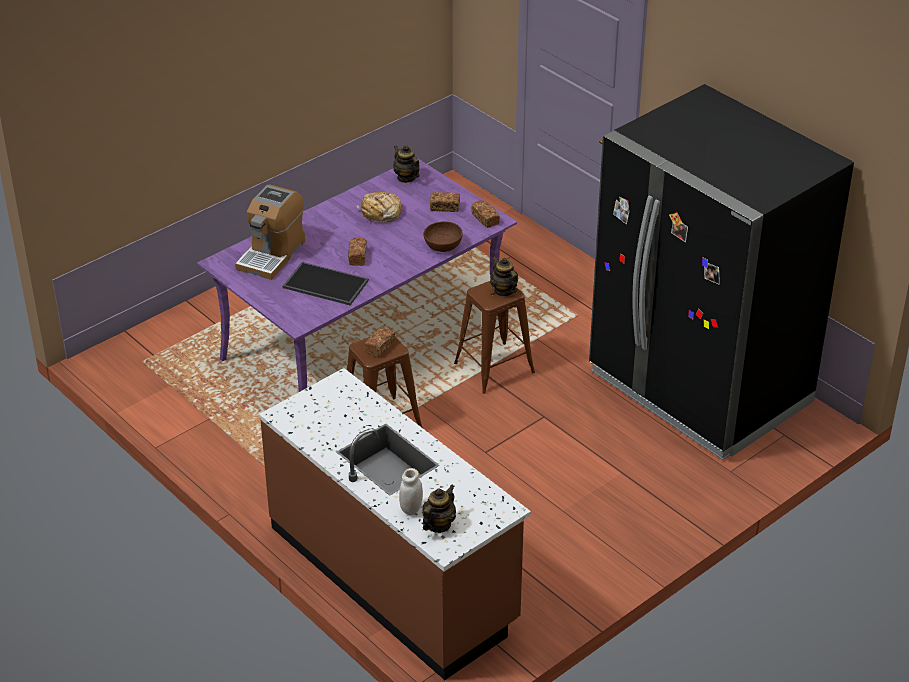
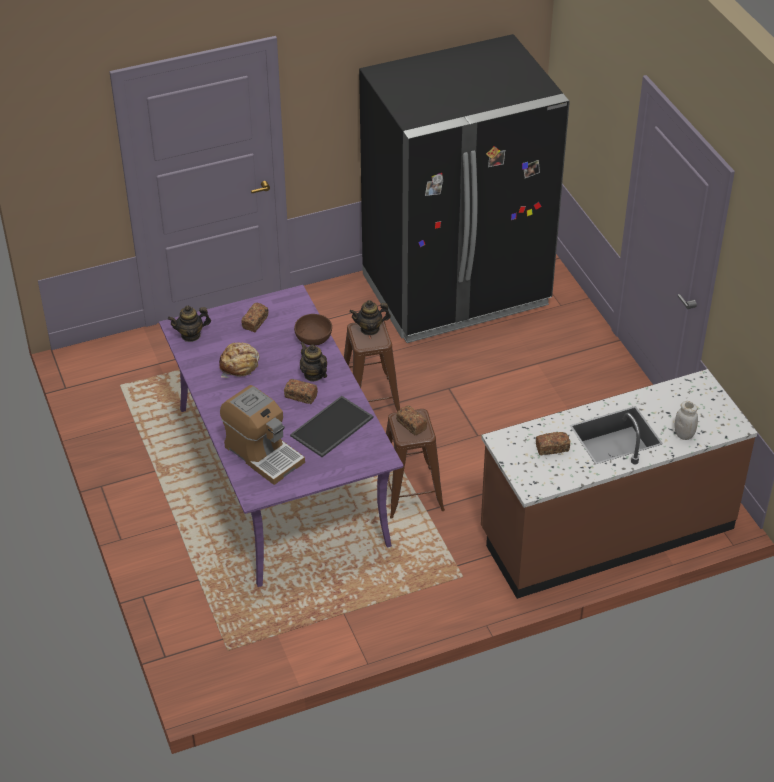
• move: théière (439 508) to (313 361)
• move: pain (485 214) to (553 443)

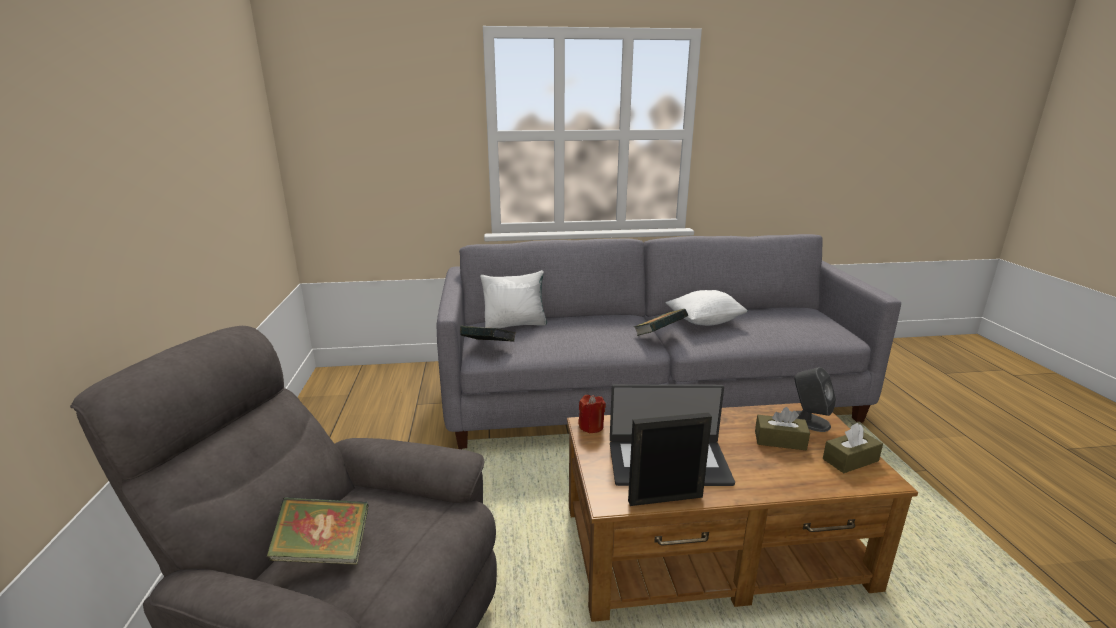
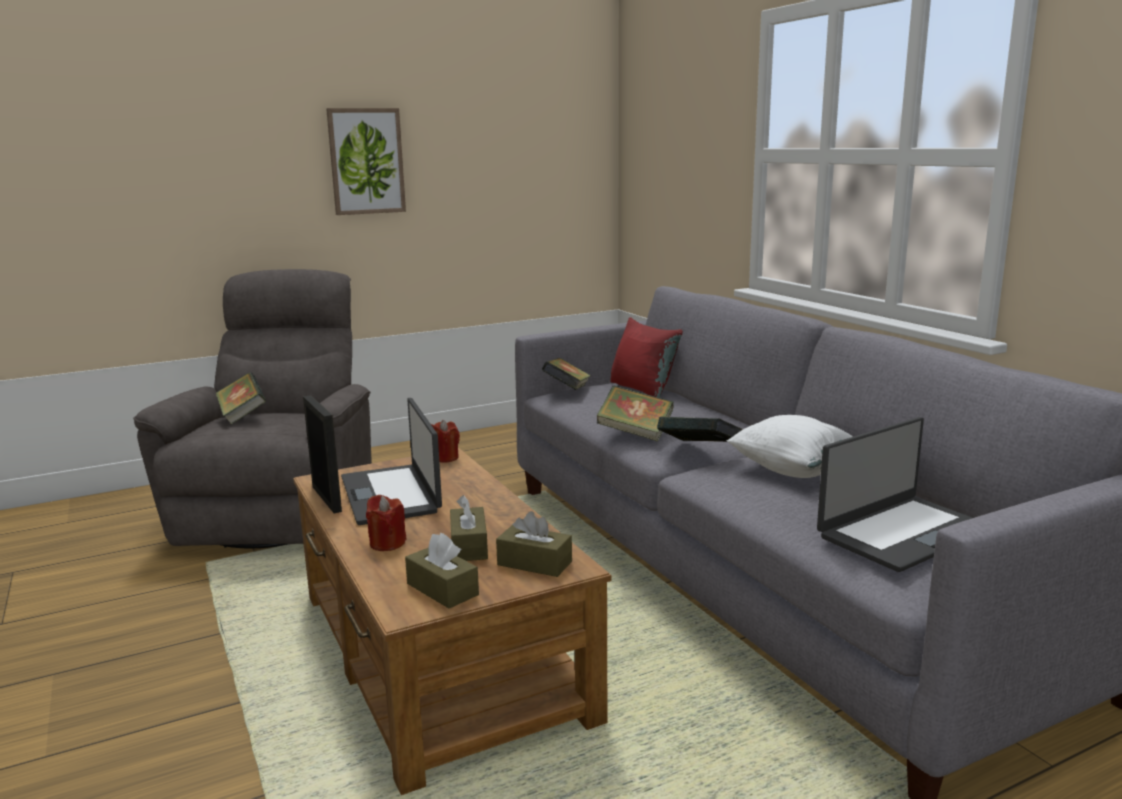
• insert: tableau (366 161)
• insert: bougie/rouge (386 523)
• replace: enceinte/gris (815 399) to boîte à mouchoirs/marron (534 544)
• insert: livre (635 413)
• recolor: coussin/blanc (513 299) to coussin/rouge (646 357)
• insert: ordinateur portable (895 494)

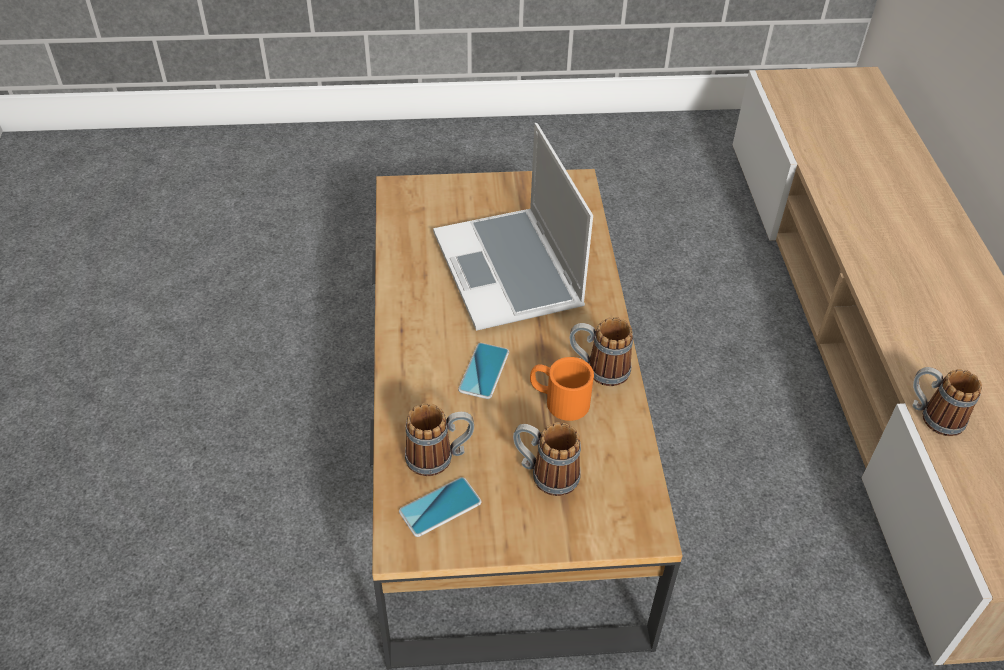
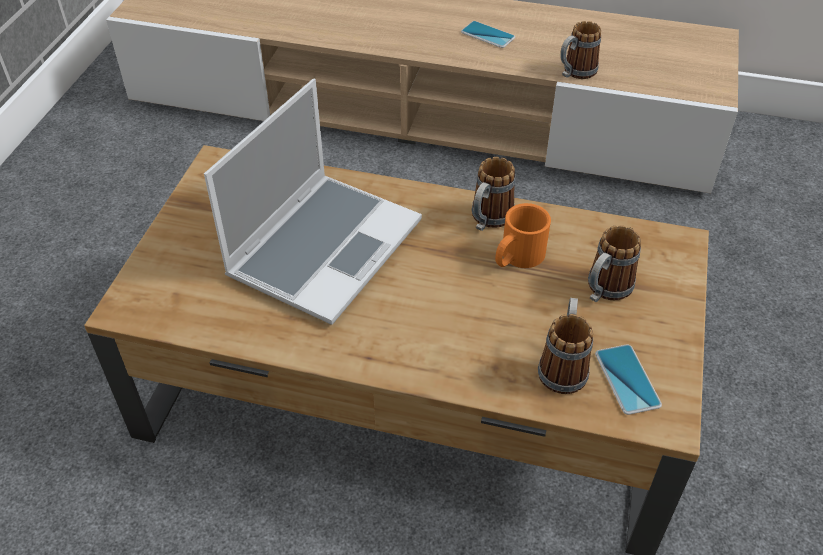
• rotate: ordinateur portable (513 227) = (313 202) 60 degrees counterclockwise
• move: téléphone (483 371) to (488 34)

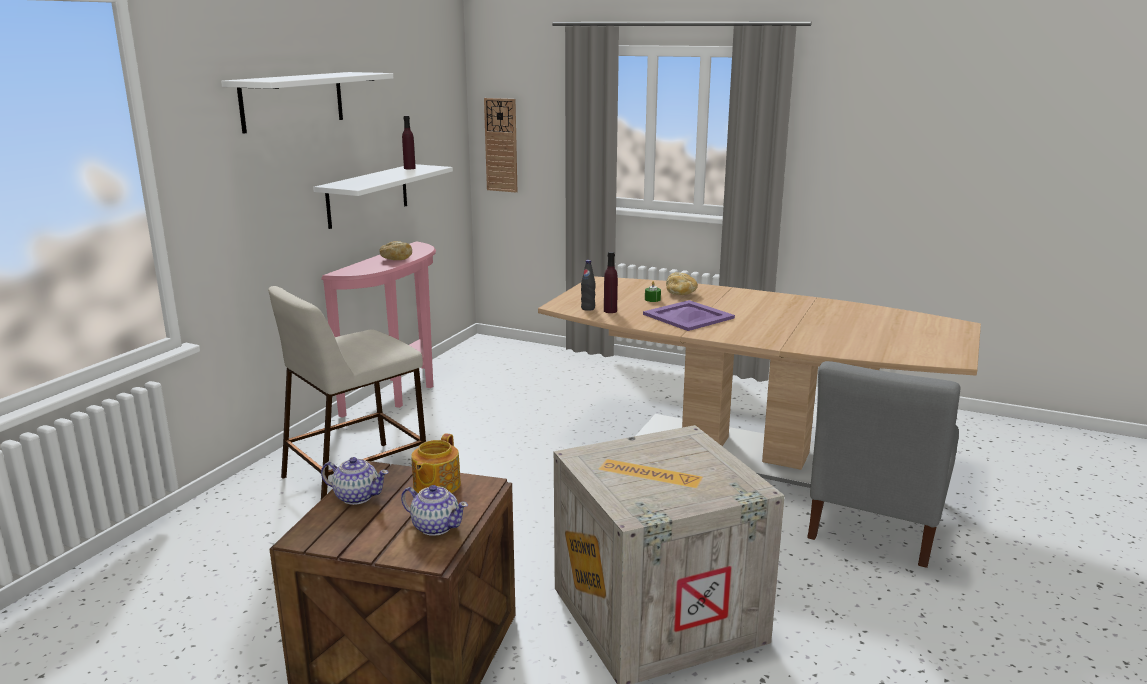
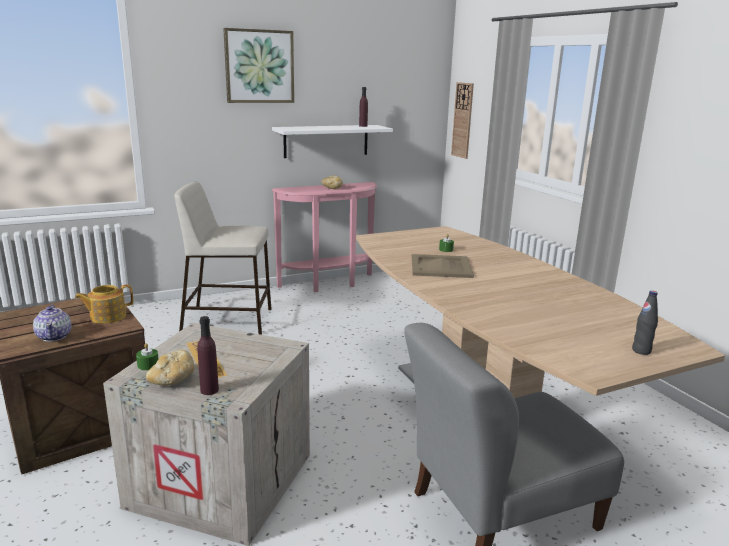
• insert: bougie/vert (147 356)
• move: pain (682 283) to (170 368)
• move: bouteille/violet (611 282) to (208 355)
• replace: étagère/blanc (307 103) to tableau (258 65)
• recolor: plateau/violet (689 315) to plateau/beige (443 266)
• move: bouteille/noir (588 285) to (645 323)
• delete: théière (355 481)

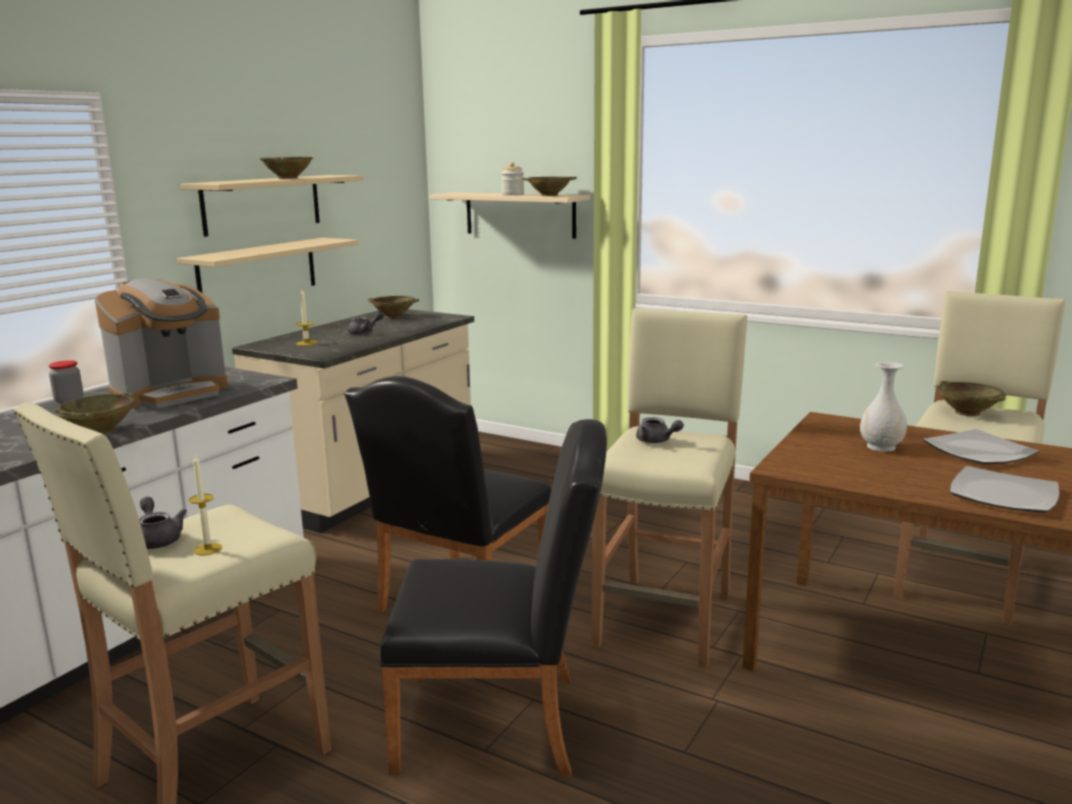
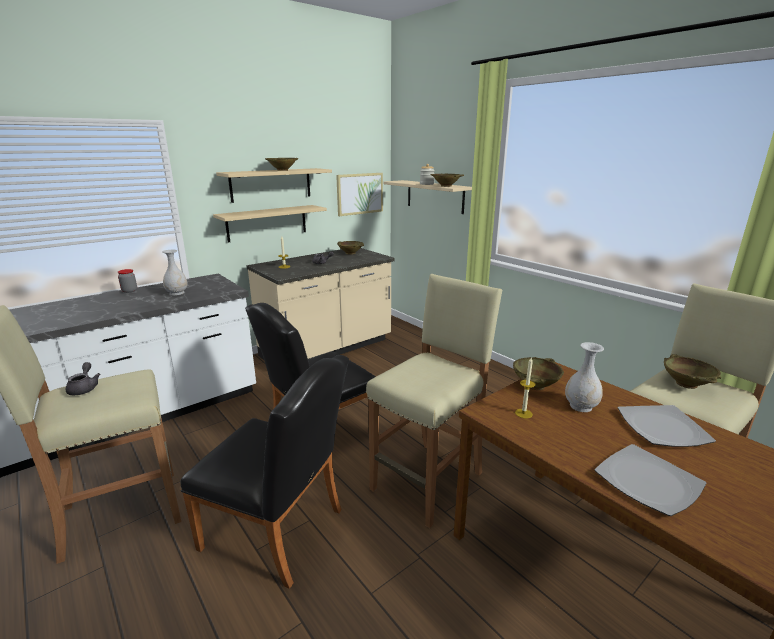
• replace: machine à café (161 343) to vase/blanc (174 273)
• insert: tableau (359 194)
• move: bol/beige (96 413) to (538 373)
• move: bougie (205 505) to (525 388)
• delete: théière/gris (660 430)

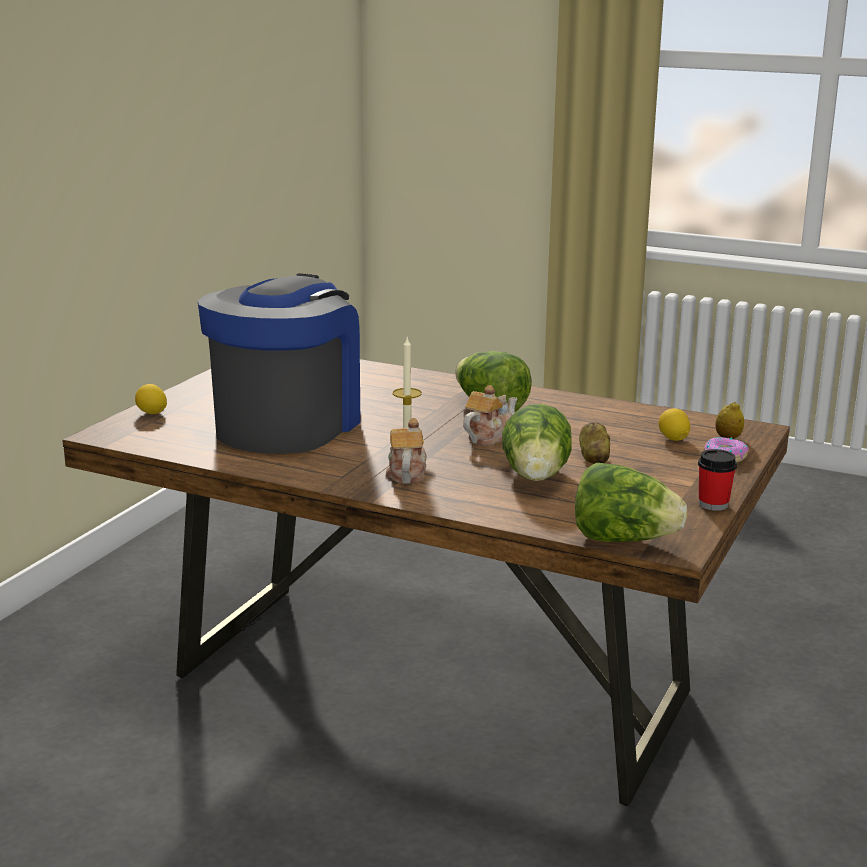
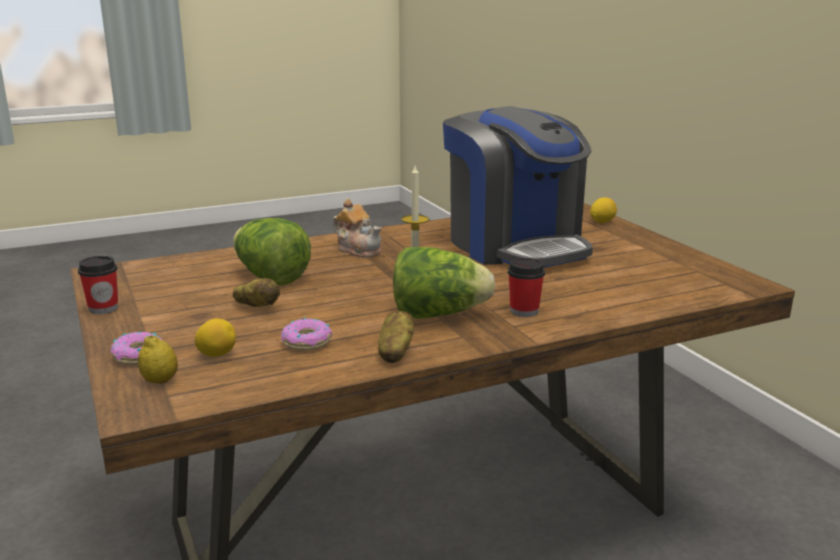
• insert: beignet (306 334)
• insert: pomme de terre (396 337)
• insert: tasse (526 287)
• delete: théière (490 415)
• delete: laitue (631 502)

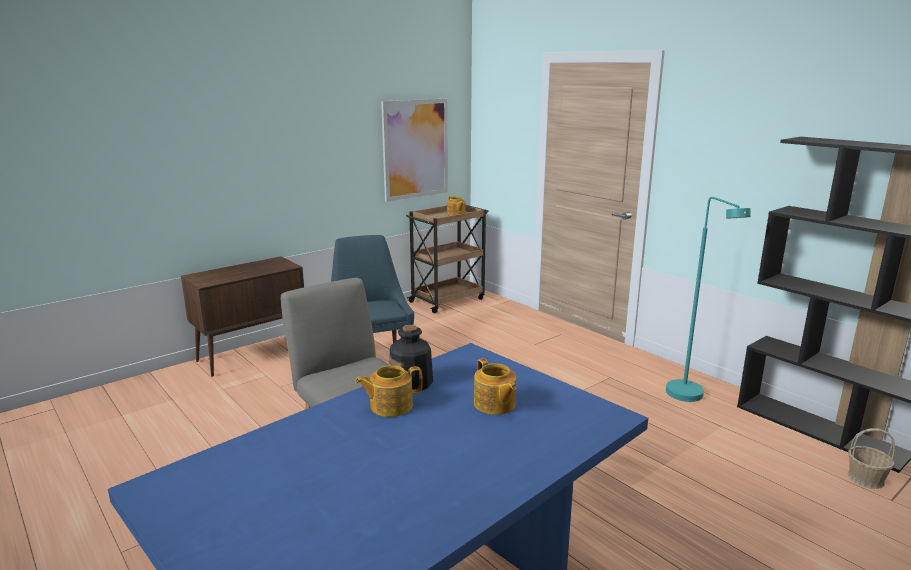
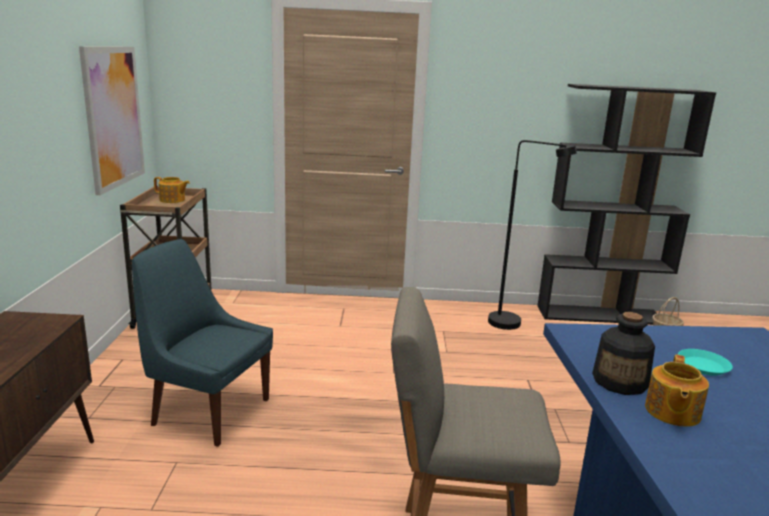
• recolor: lampadaire/turquoise (708 299) to lampadaire/noir (532 235)
• replace: théière (495 386) to assiette/turquoise (705 362)

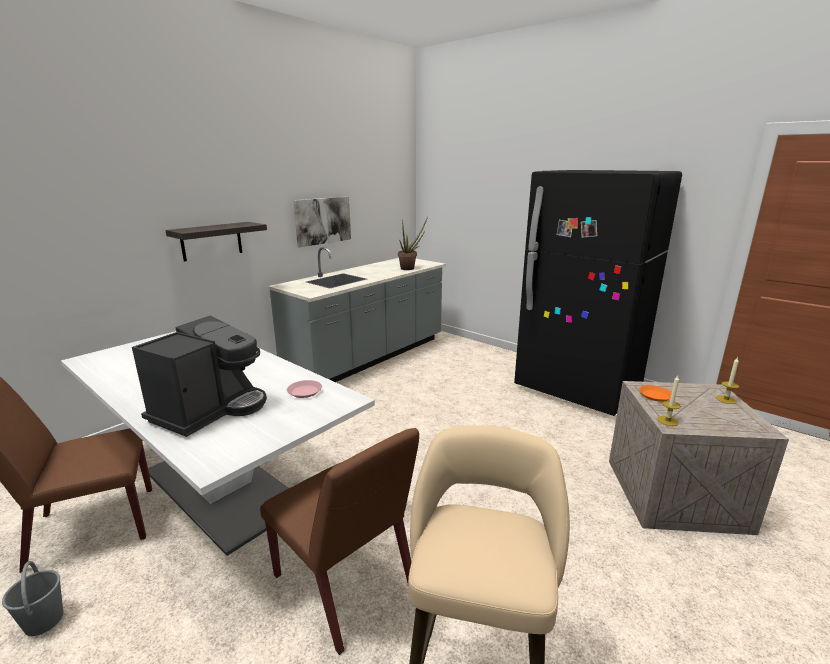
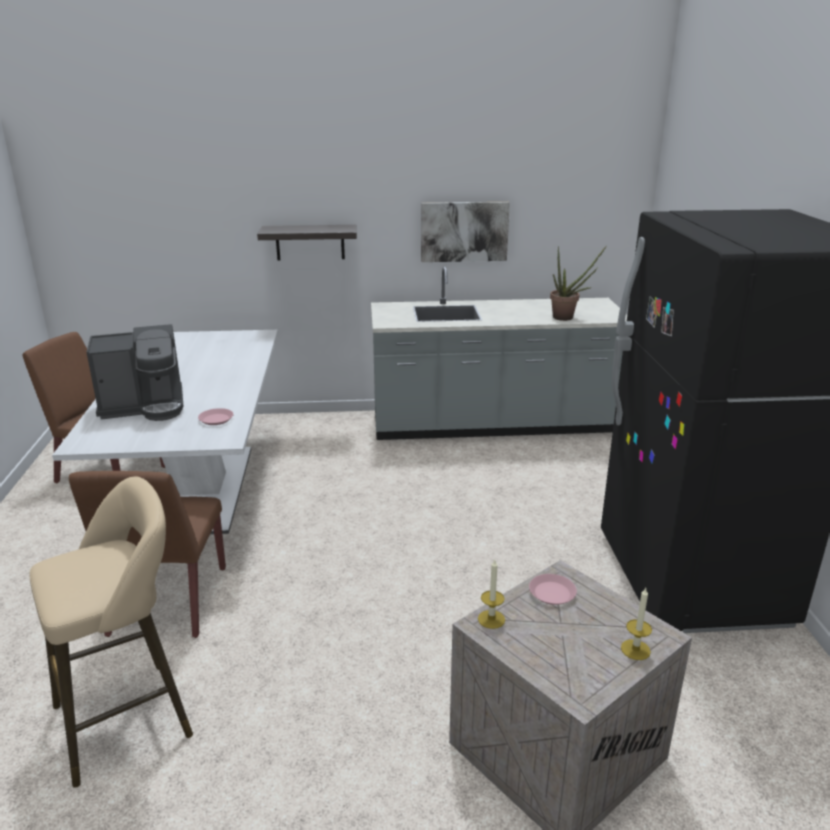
• recolor: assiette/orange (655 393) to assiette/rose (553 589)
• delete: seau/gris (32 598)

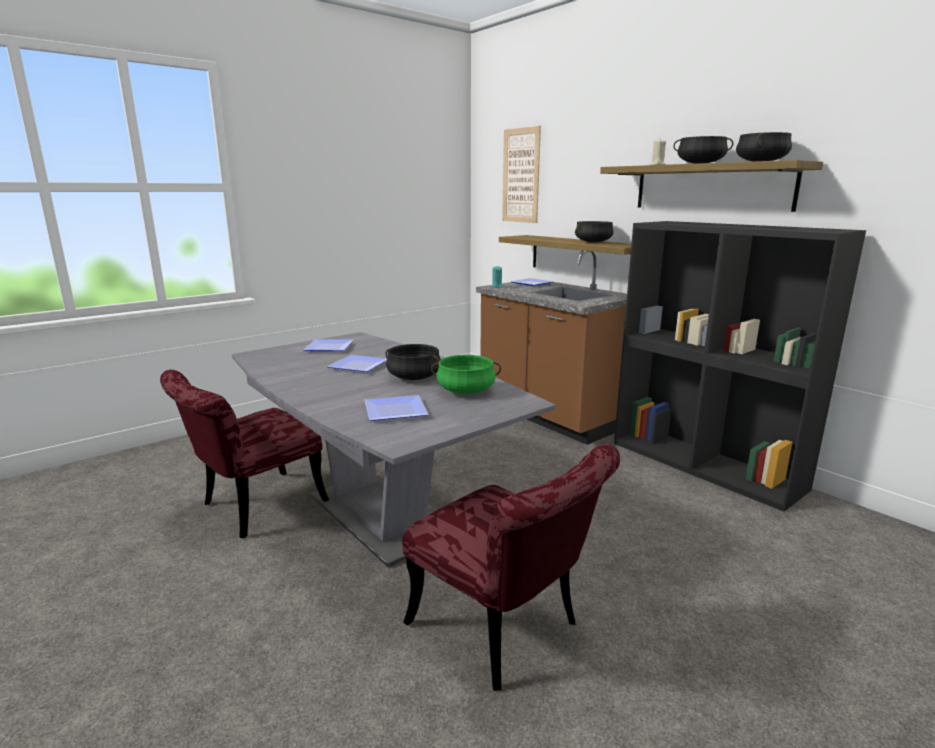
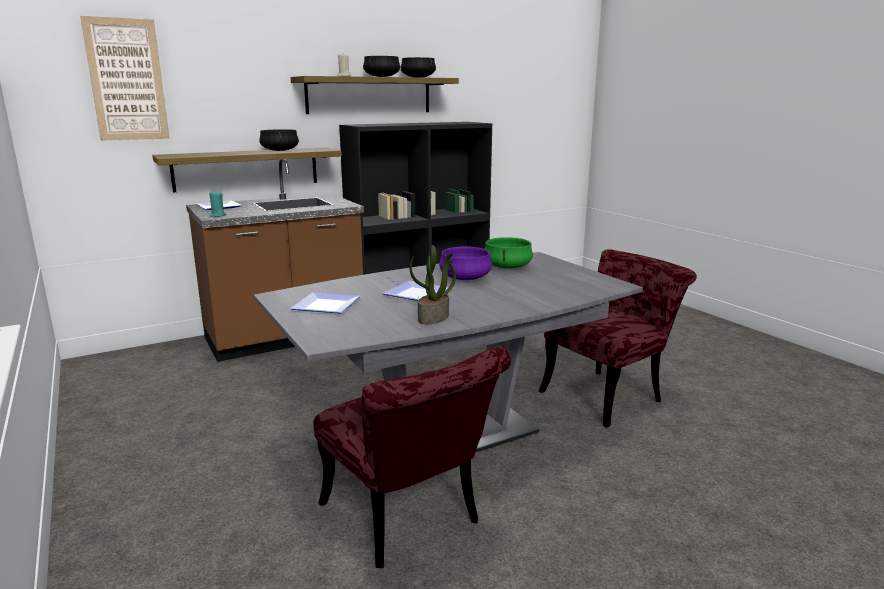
• insert: plante en pot (432 284)
• recolor: marmite/noir (413 362) to marmite/violet (465 263)
• delete: assiette (397 408)

